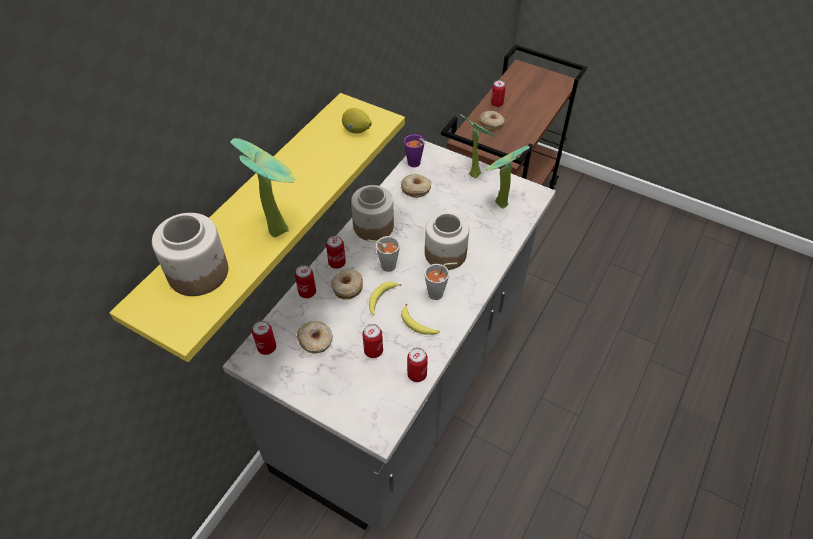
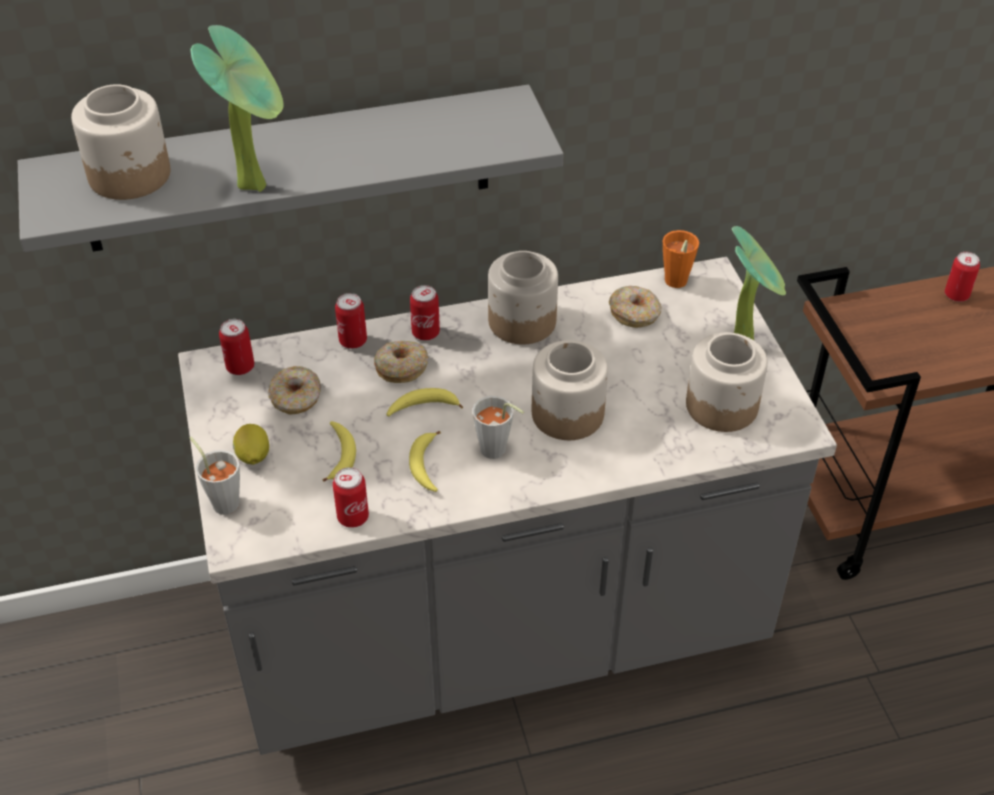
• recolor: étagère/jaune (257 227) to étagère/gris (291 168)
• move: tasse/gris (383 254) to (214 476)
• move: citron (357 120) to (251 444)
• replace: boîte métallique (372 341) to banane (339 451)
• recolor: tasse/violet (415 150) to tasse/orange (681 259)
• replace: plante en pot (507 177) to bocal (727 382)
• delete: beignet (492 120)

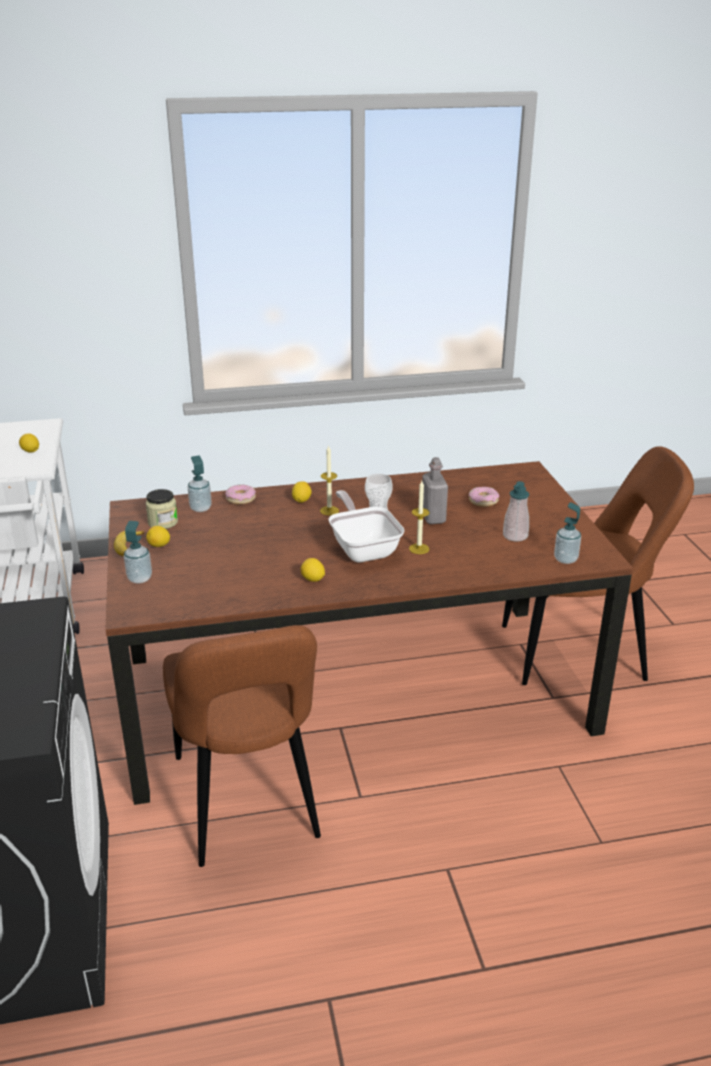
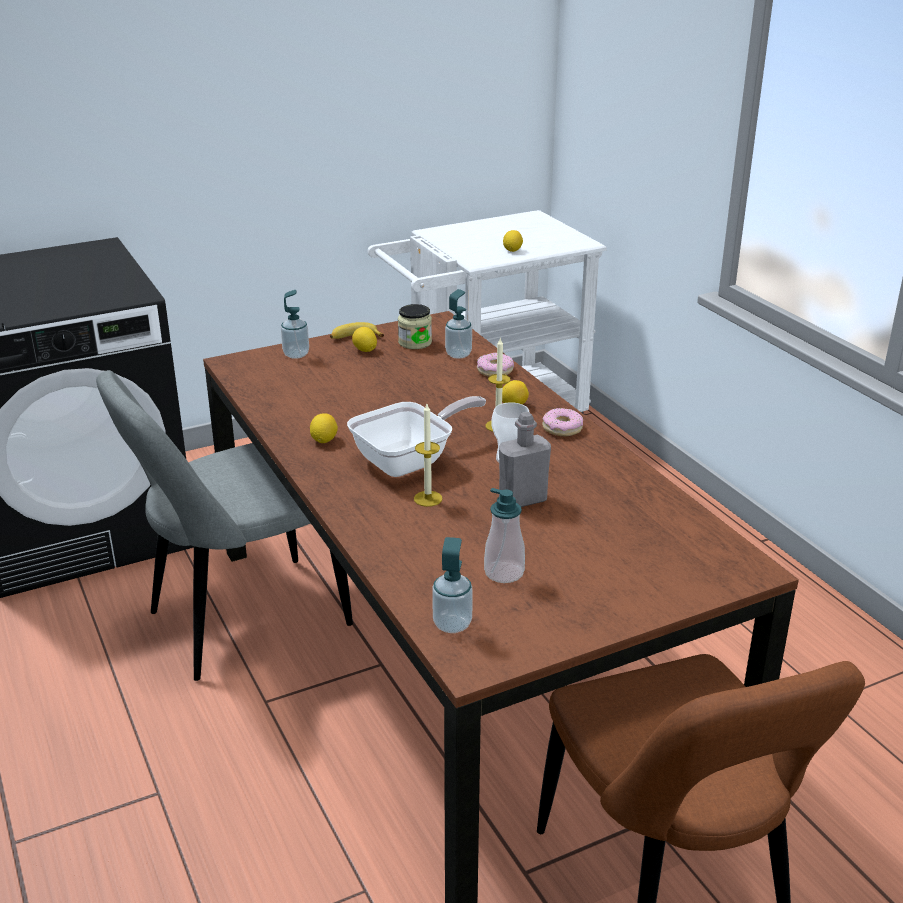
• recolor: chaise/marron (242 746) to chaise/gris (224 525)
• move: beignet (484 497) to (562 422)

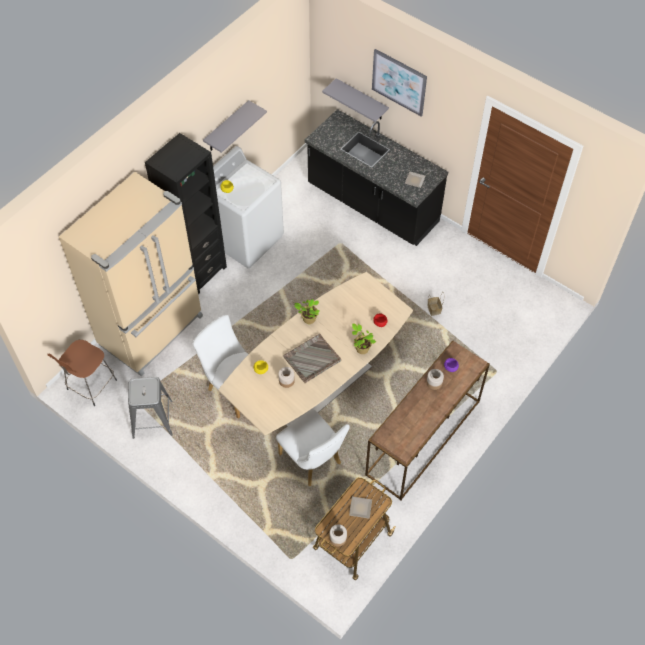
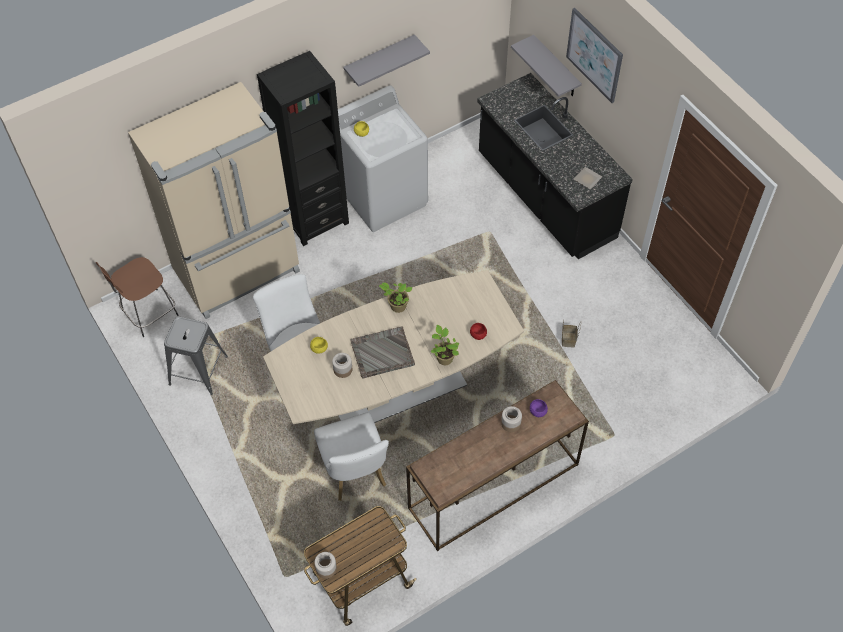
• delete: assiette (360 507)

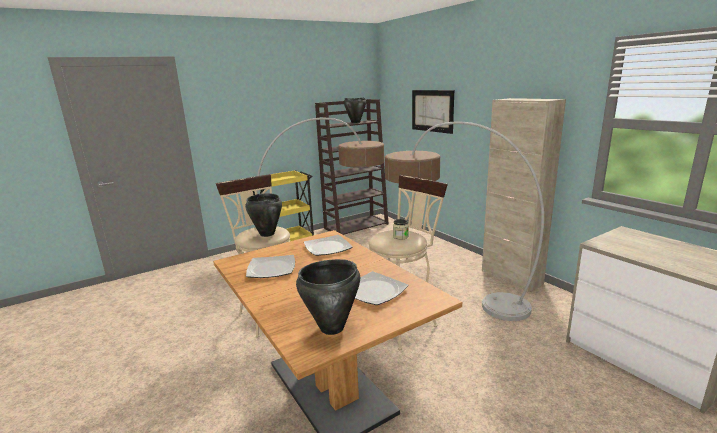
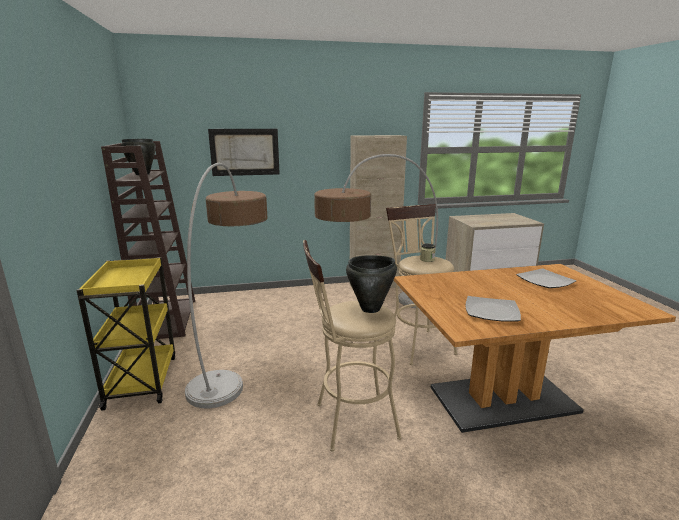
• delete: marmite/noir (328 297)
• delete: assiette (328 245)

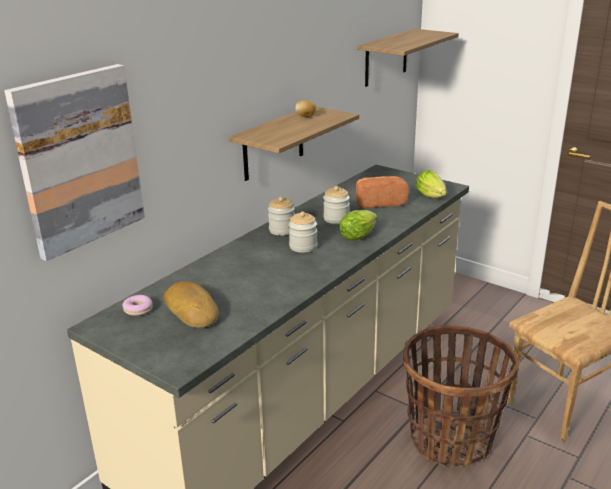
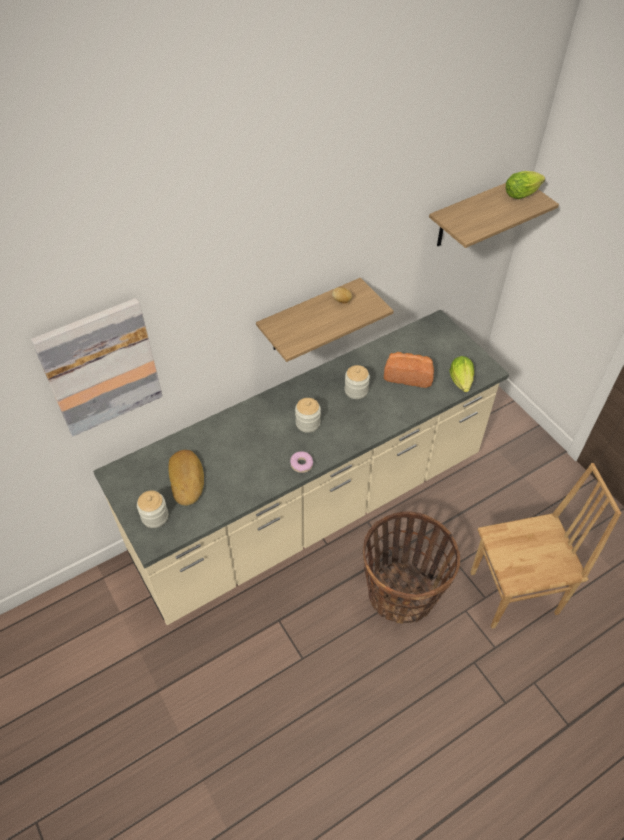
• move: bocal (281 216) to (152 509)
• move: beignet (138 305) to (301 462)
• move: laitue (358 225) to (525 185)

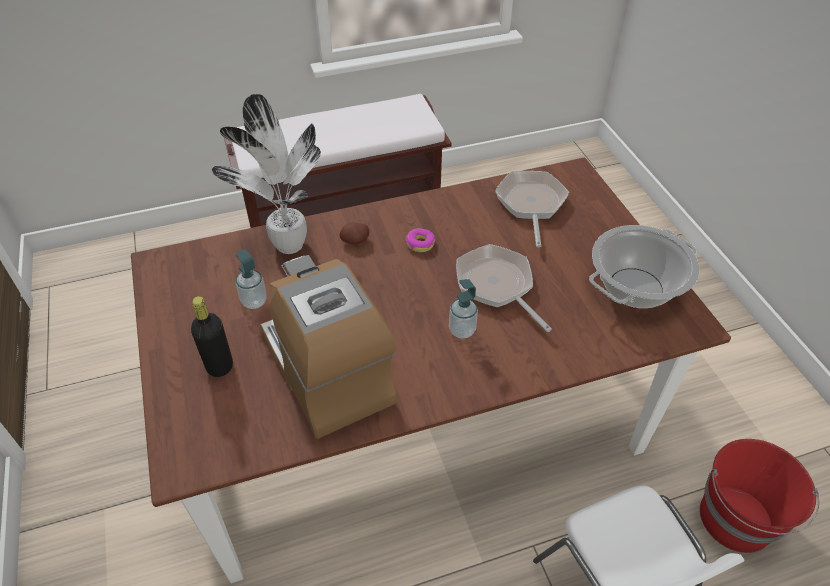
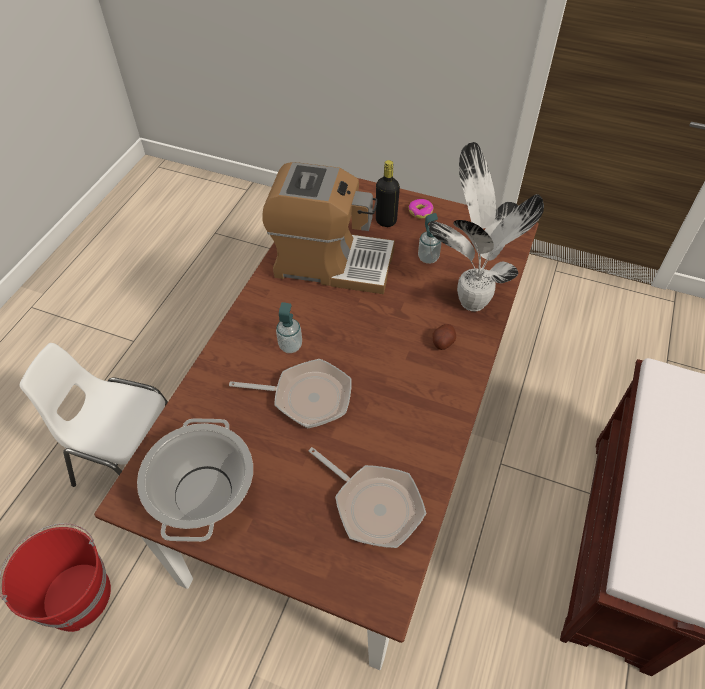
• move: beignet (420 240) to (421 209)

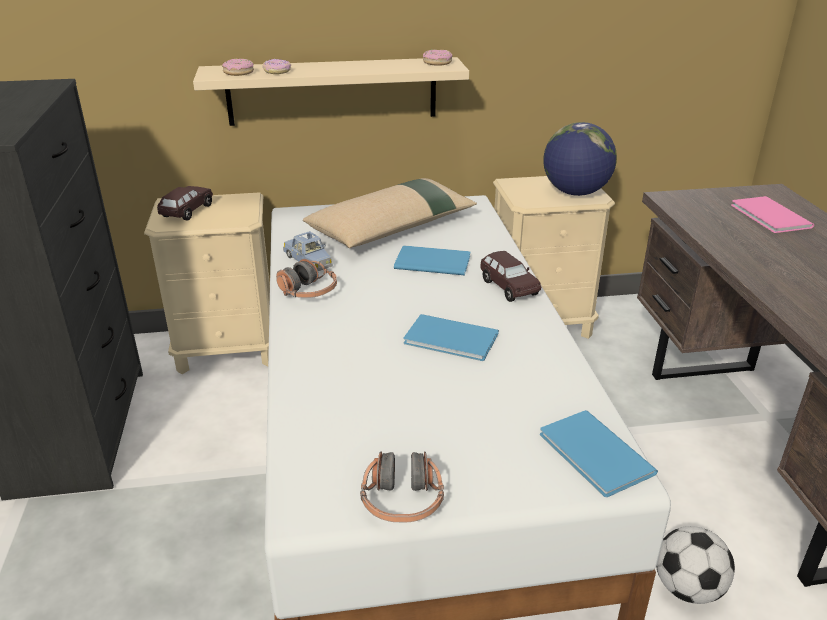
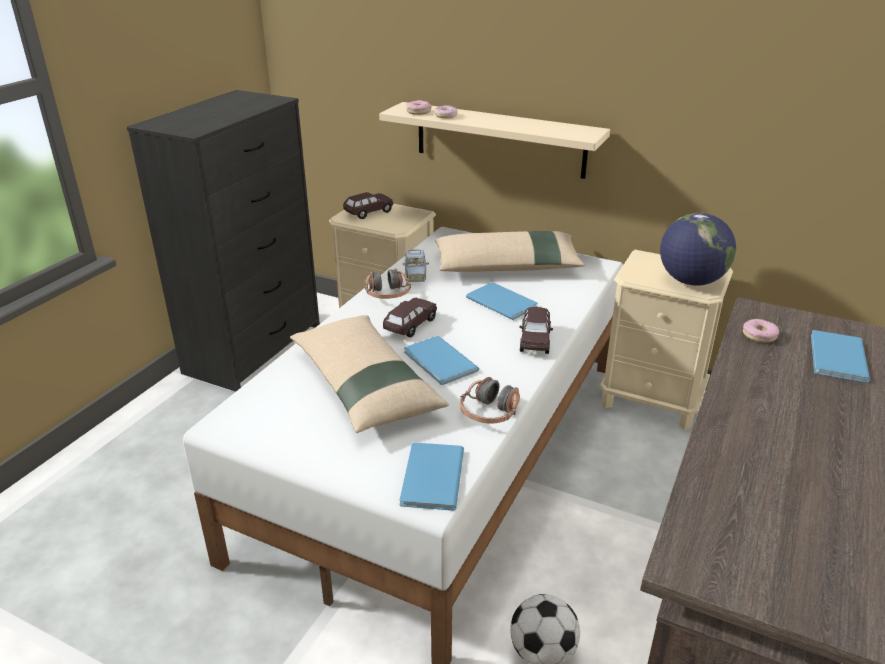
• insert: coussin/beige (369 374)
• insert: petite voiture/marron (410 317)
• move: casque audio (402 486) to (490 400)
• move: beignet (438 58) to (761 331)
• recolor: livre/rose (772 214) to livre/bleu (840 356)

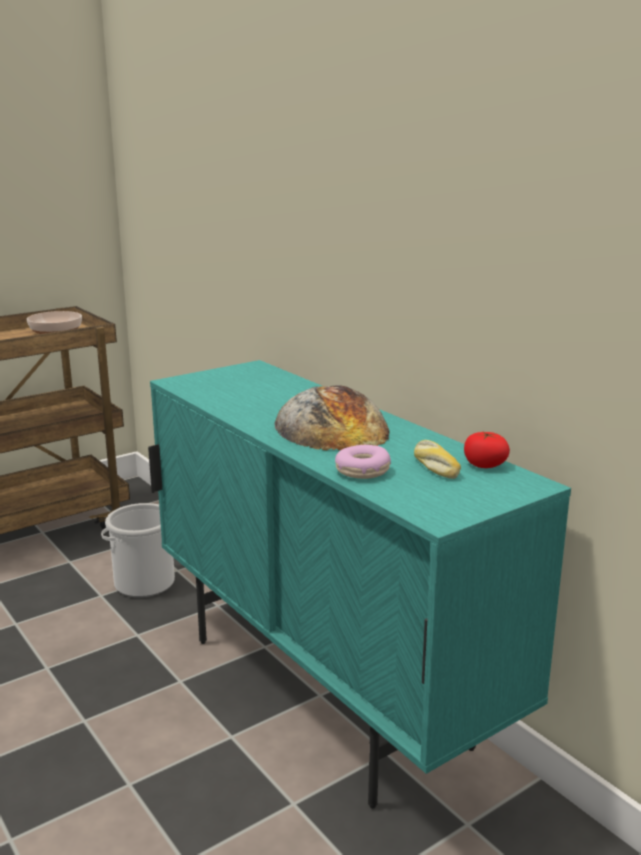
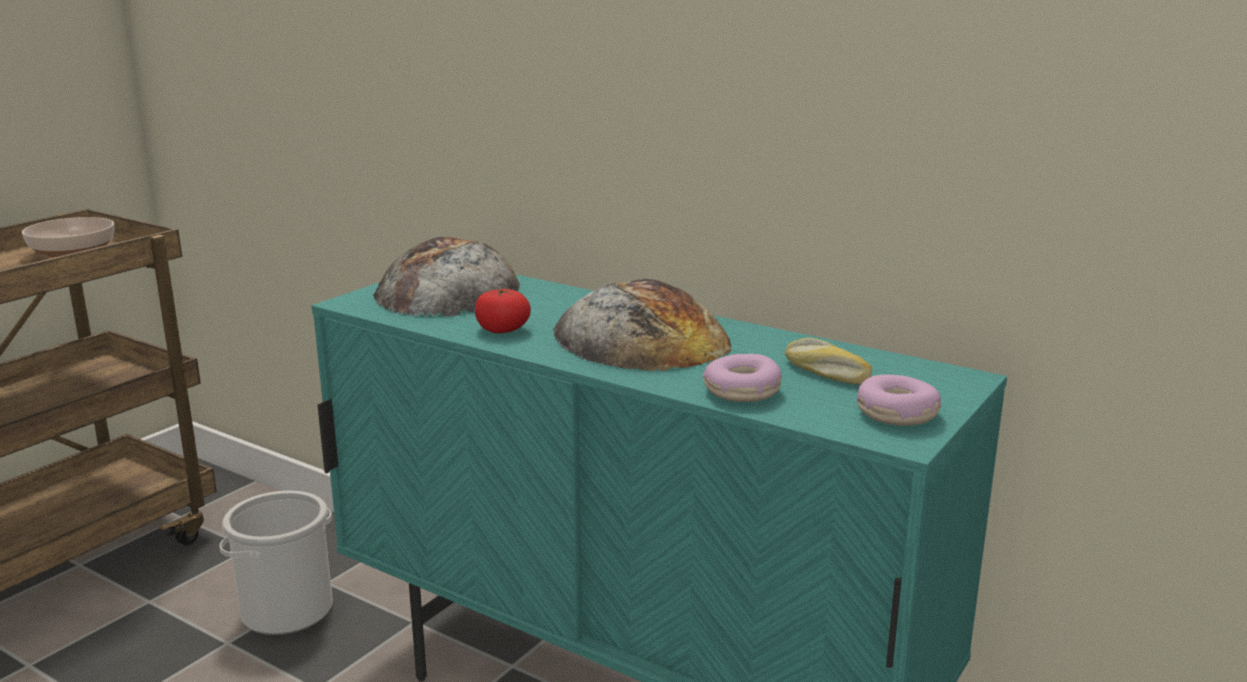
• insert: pain (446 277)
• move: tomate (487 450) to (503 311)
• insert: beignet (899 400)

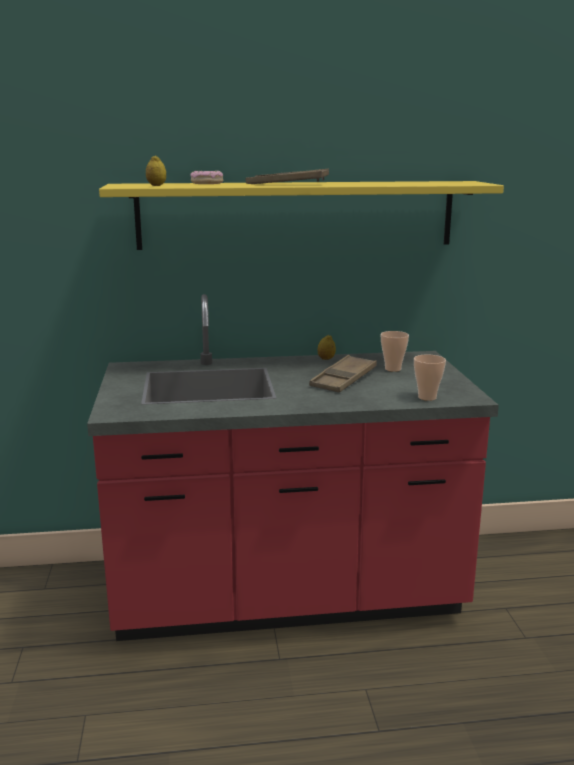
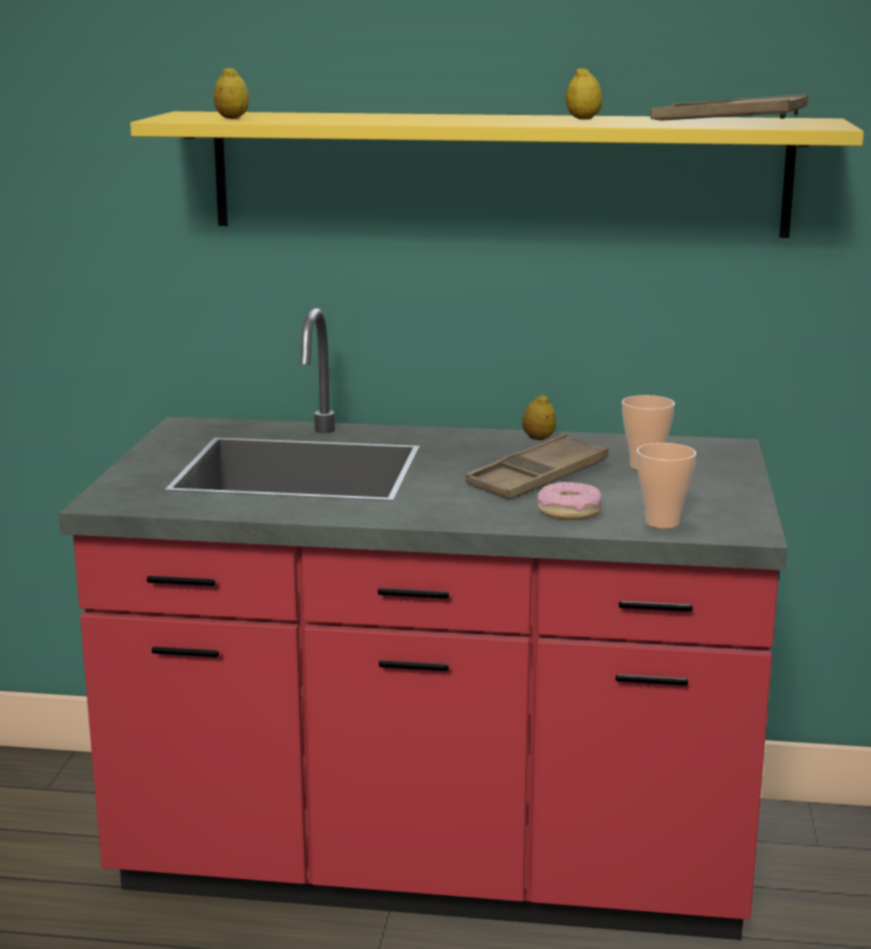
• move: beignet (207 177) to (569 501)
• insert: citron (584 93)
• move: plateau/marron (287 176) to (729 107)

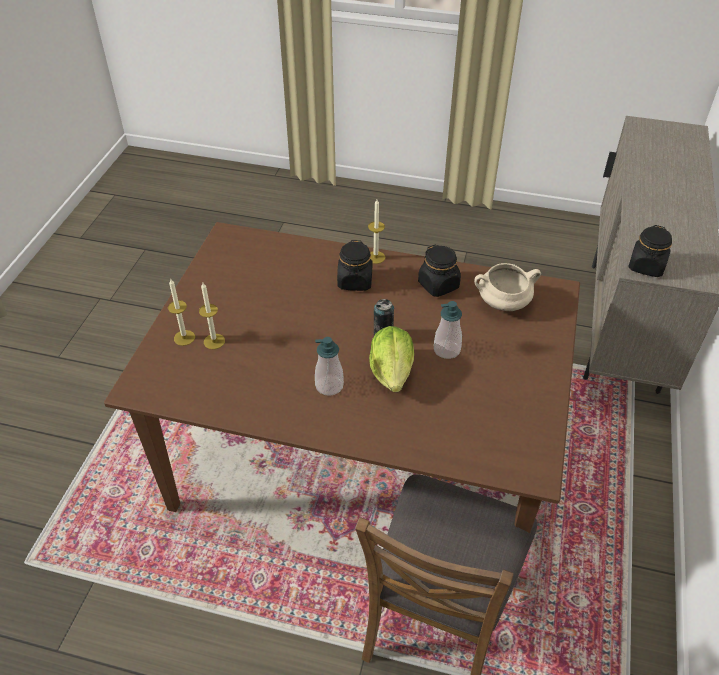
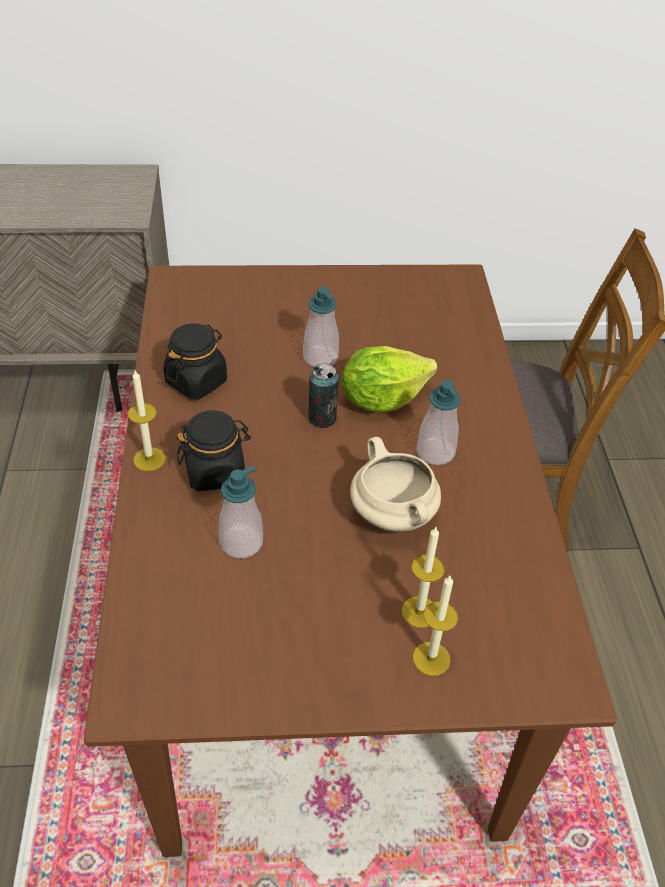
• insert: distributeur de savon (241 512)
• move: marmite/beige (507 287) to (395 484)
• delete: bocal/noir (650 251)

